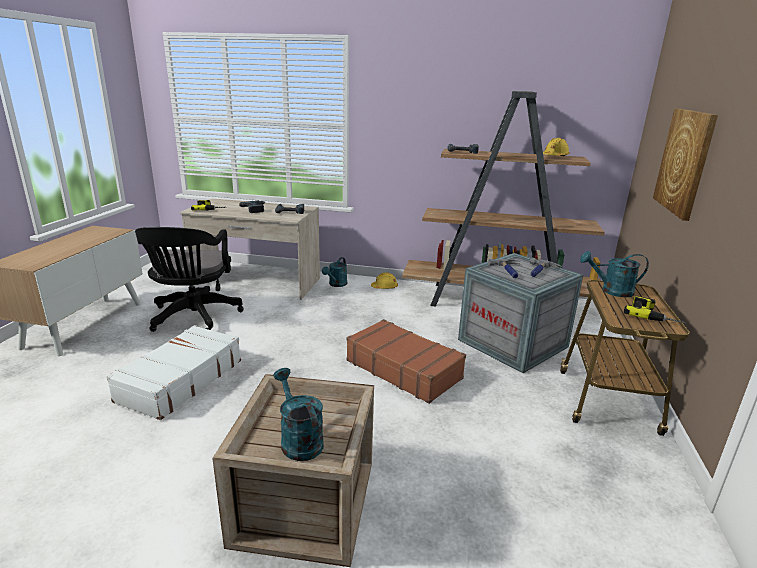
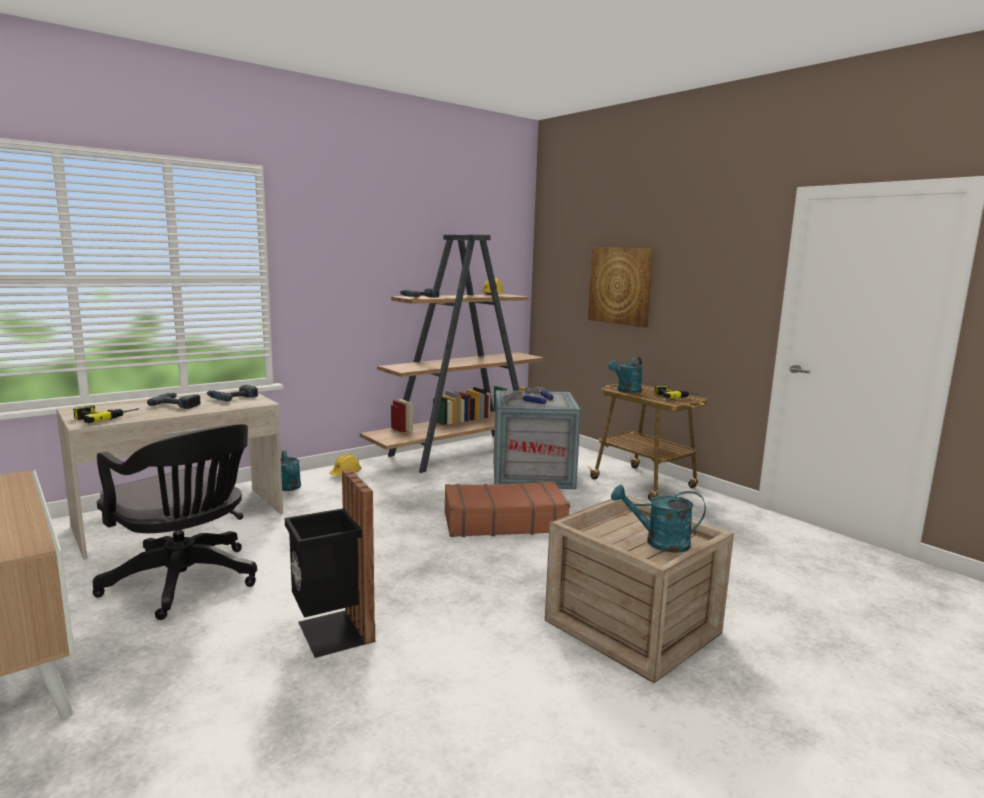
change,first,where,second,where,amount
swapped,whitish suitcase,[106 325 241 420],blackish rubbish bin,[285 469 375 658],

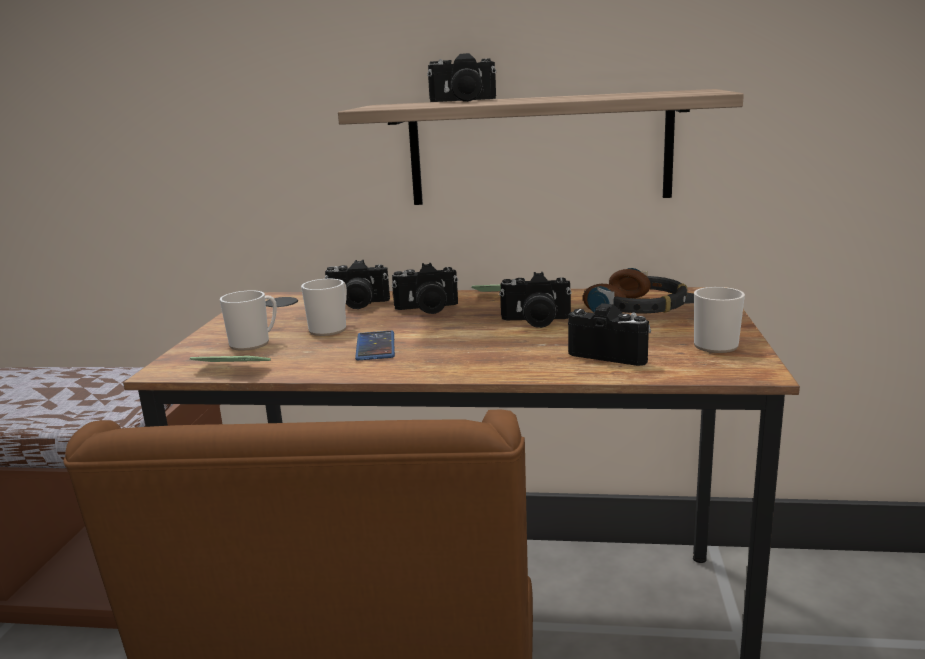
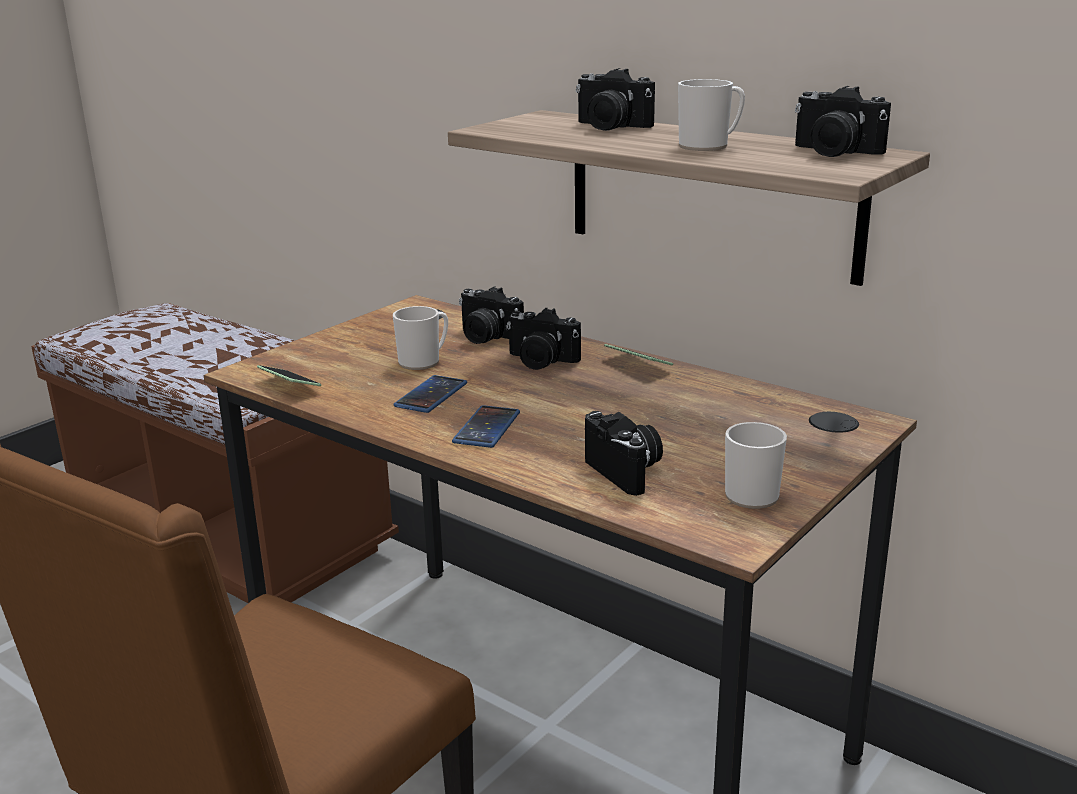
change,first,where,second,where,amount
gone,headphones,[583 268 687 313],,,
shifted,still camera,[499 272 572 328],,[795 86 891 157],
shifted,mug,[220 290 277 351],,[678 79 745 151],
new,,,handset,[452 405 520 448],

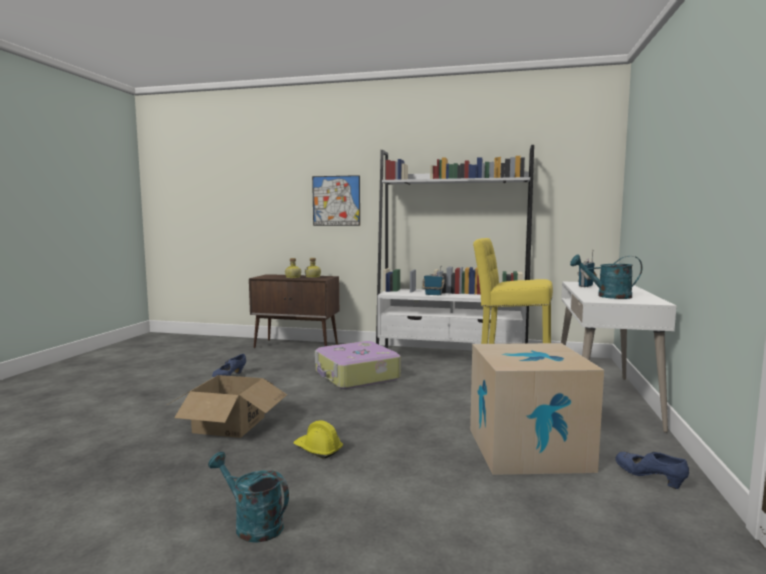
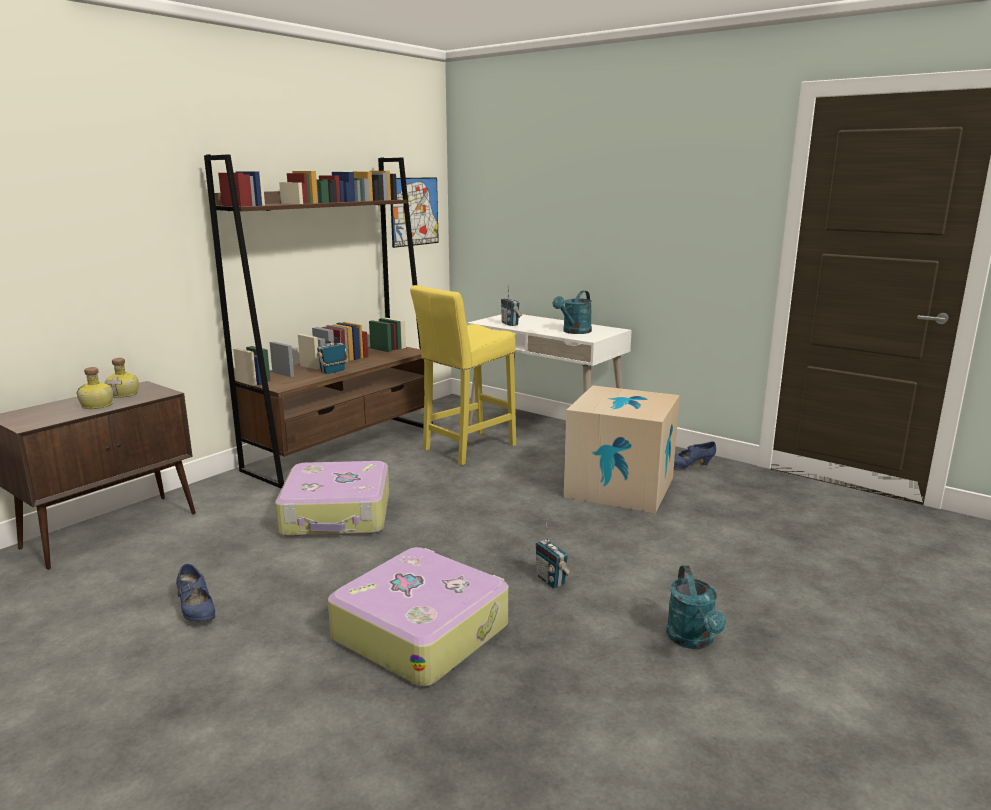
change,first,where,second,where,amount
repainted,whitish shelving unit,[376 145 534 348],brownish shelving unit,[204 154 433 489],
shifted,wall picture,[312 175 360 226],,[391 177 439 248],
swapped,carton,[167 375 287 438],suitcase,[328 547 508 687],
swapped,yellow-coloured work helmet,[293 420 343 459],radio,[536 522 571 588],
rotated,blue-green watering can,[208 452 289 543],,[666 565 726 649],60 degrees counterclockwise

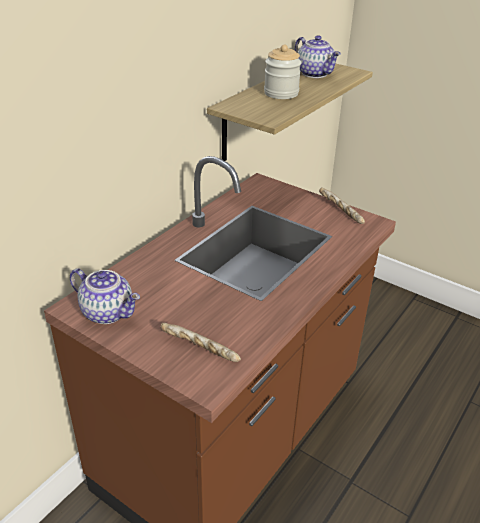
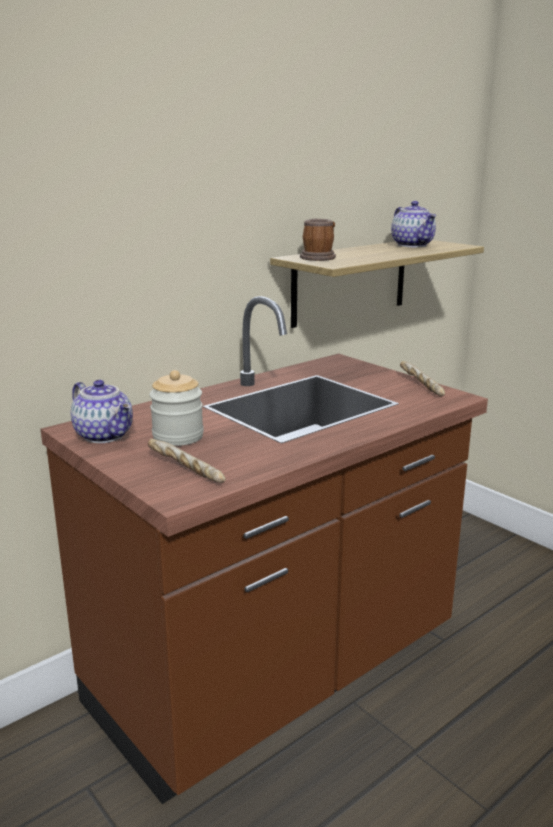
change,first,where,second,where,amount
shifted,jar,[264 45 302 99],,[149 370 204 446],
new,,,mug,[300 218 336 261],

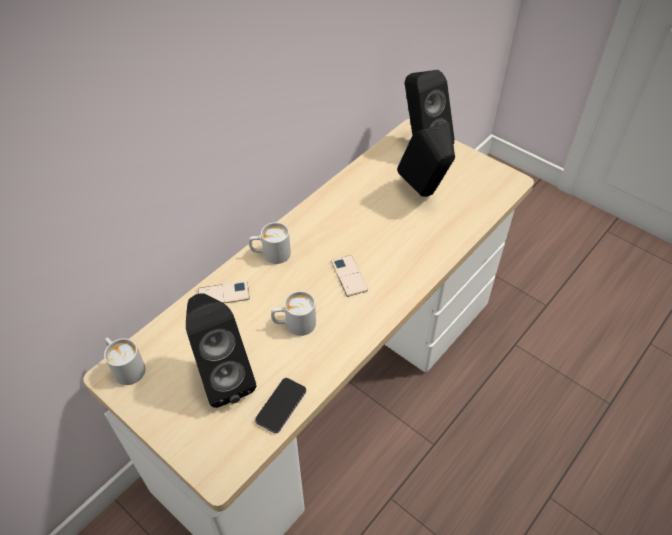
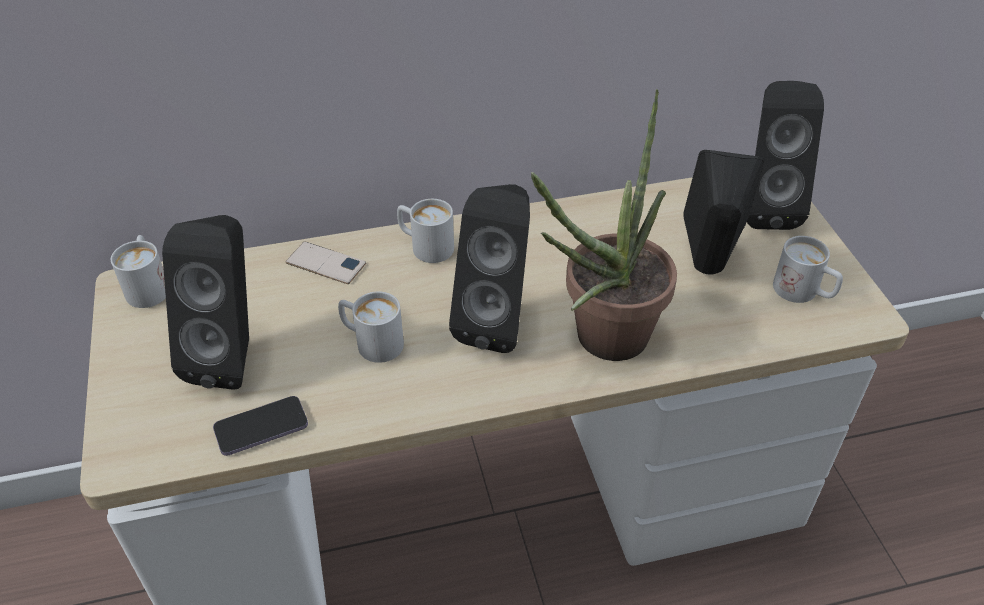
change,first,where,second,where,amount
swapped,handset,[331 255 368 297],blackish loudspeaker,[449 184 530 353],
new,,,houseplant,[531 89 677 361],
new,,,whitish mug,[773 236 843 303],

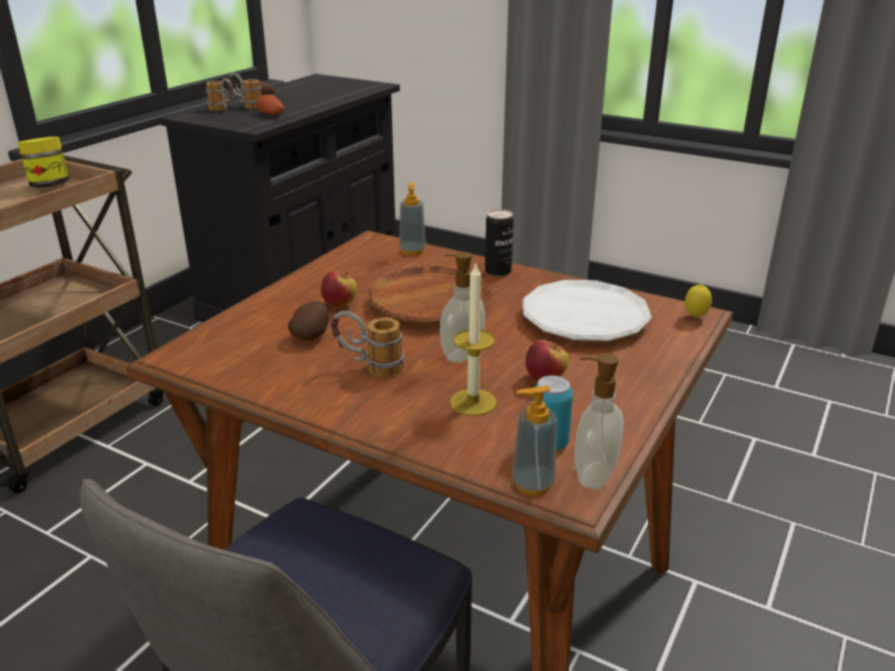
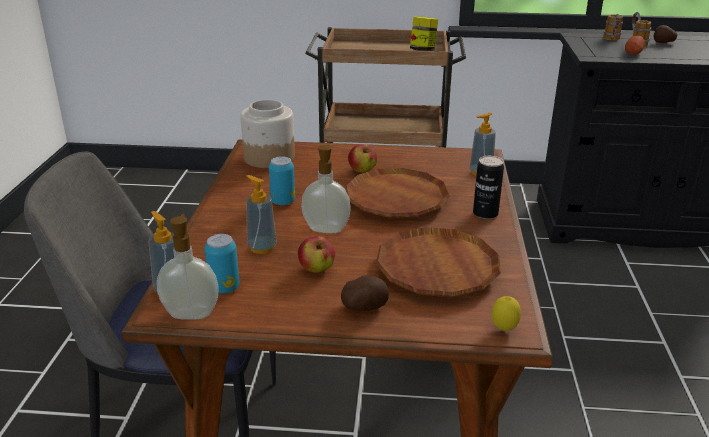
change,first,where,second,where,amount
swapped,wax light,[450 263 497 416],soap dispenser,[246 175 277 254],
repainted,whitish dinner plate,[522 280 652 341],brownish dinner plate,[376 227 501 297],
shifted,whole potato,[288 301 329 340],,[341 275 390 311],
swapped,mug,[331 311 404 377],can,[269 156 295 205],
new,,,jar,[240 100 295 168],

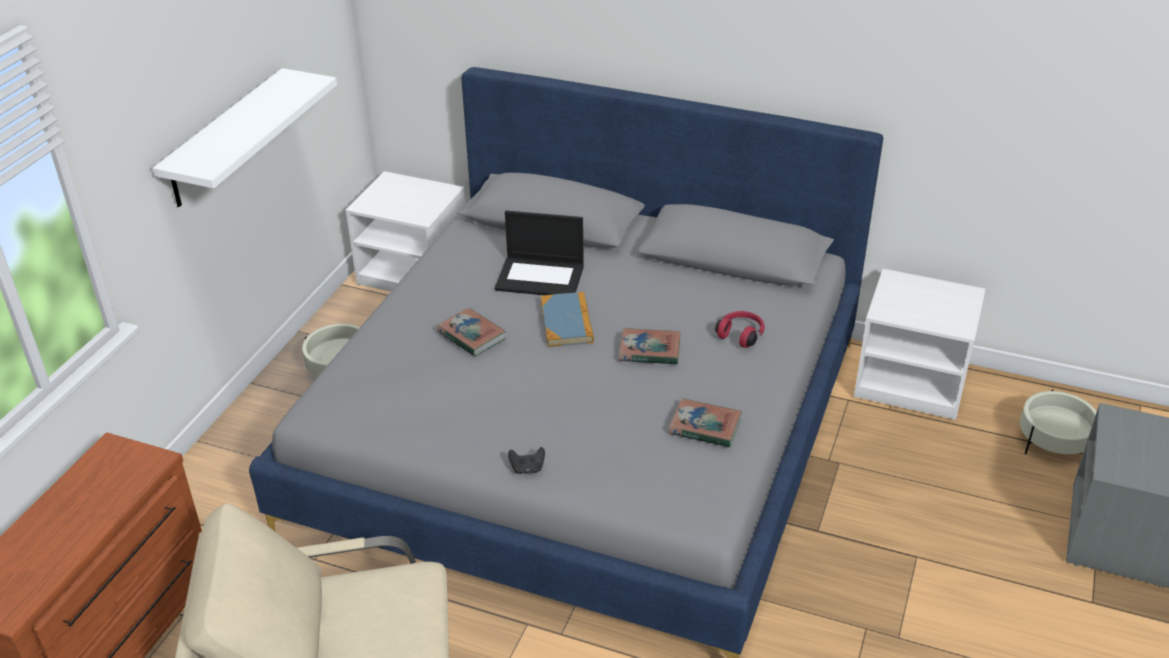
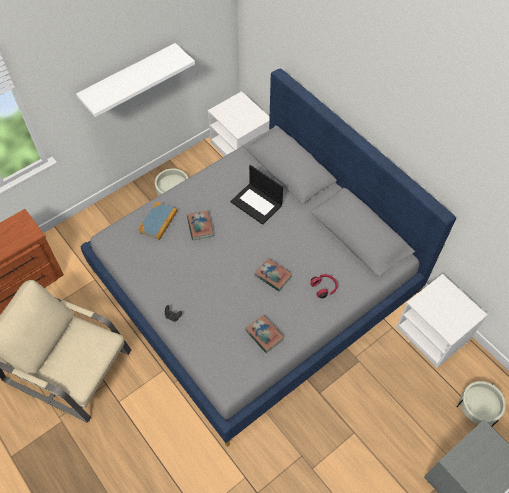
change,first,where,second,where,amount
shifted,bound book,[541 292 594 347],,[138 202 177 240],

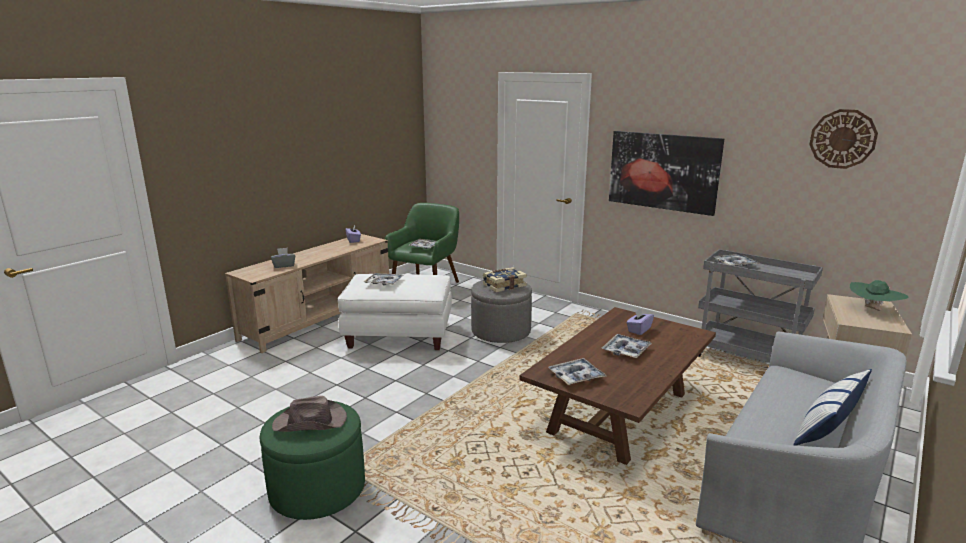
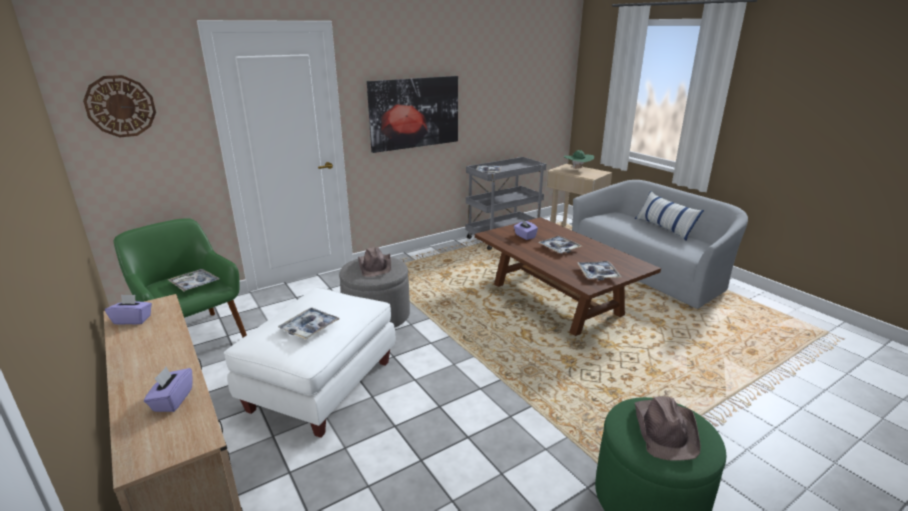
change,first,where,second,where,amount
shifted,clock on the wall,[809 109 878 169],,[83 75 156 137],
repainted,gray tissue holder,[271 248 295 268],purple tissue holder,[144 367 193 412],
swapped,bound book,[483 267 527 292],brownish wearable hat,[358 247 391 277],

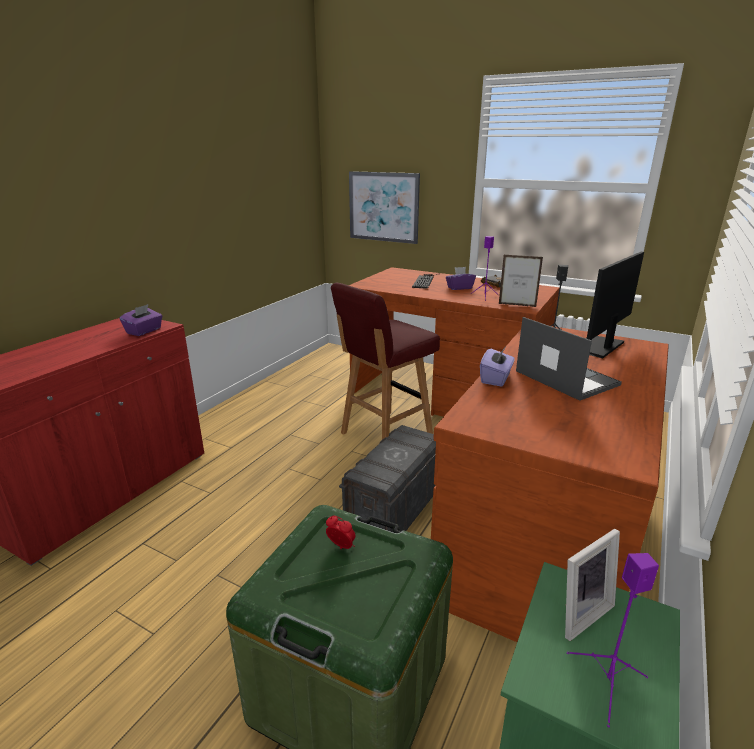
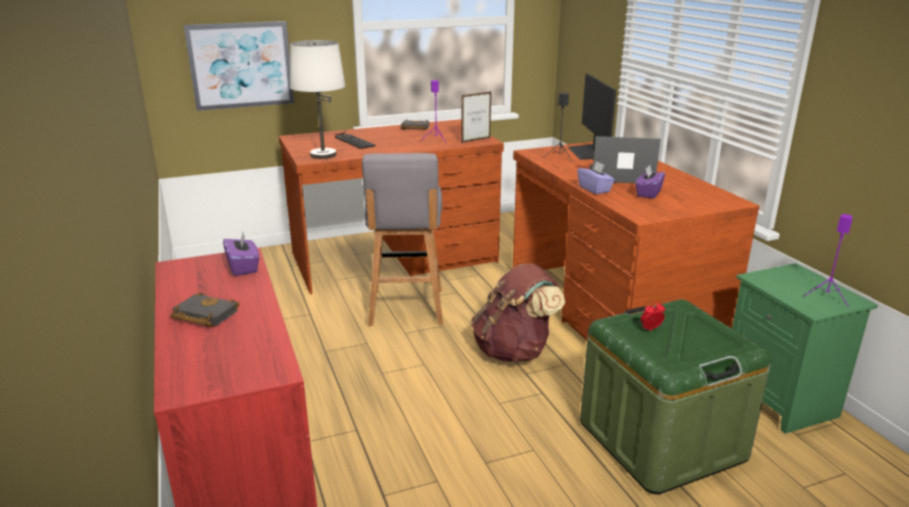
change,first,where,second,where,amount
shifted,purple tissue holder,[446 267 476 290],,[635 165 665 199],
repainted,reddish stool seat,[331 283 440 440],gray stool seat,[362 153 443 326],
swapped,gray storage container,[339 425 436 532],brownish backpack,[471 263 565 362],
gone,photo frame,[565 528 620 641],,,
new,,,whitish table lamp,[290 40 346 159],
new,,,blackish bound book,[170 293 240 327],

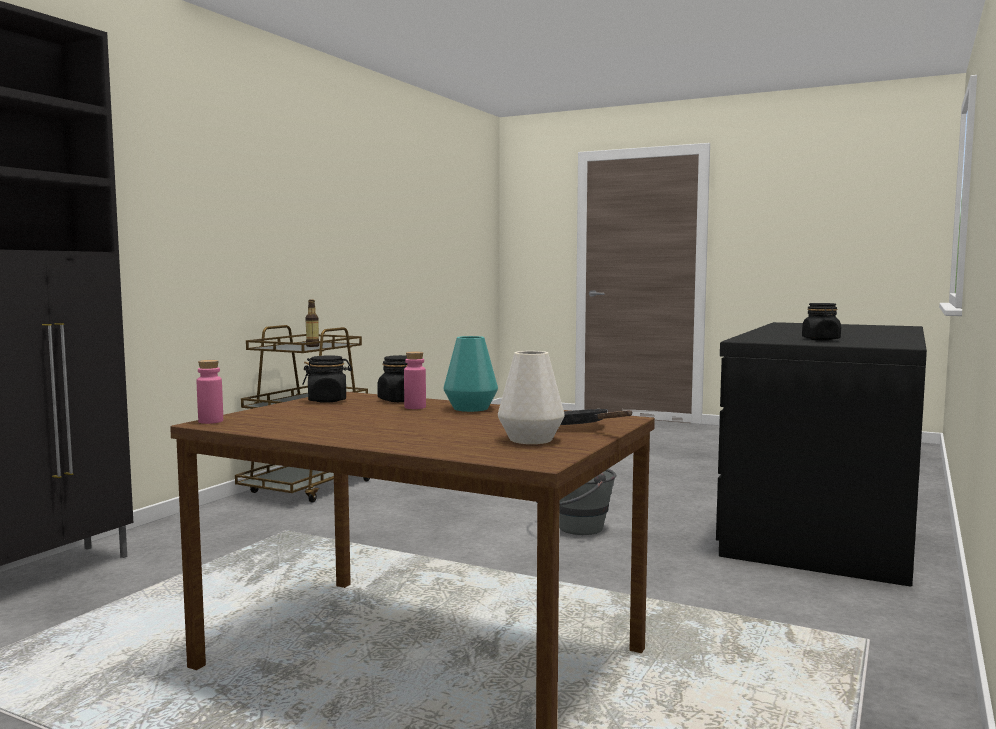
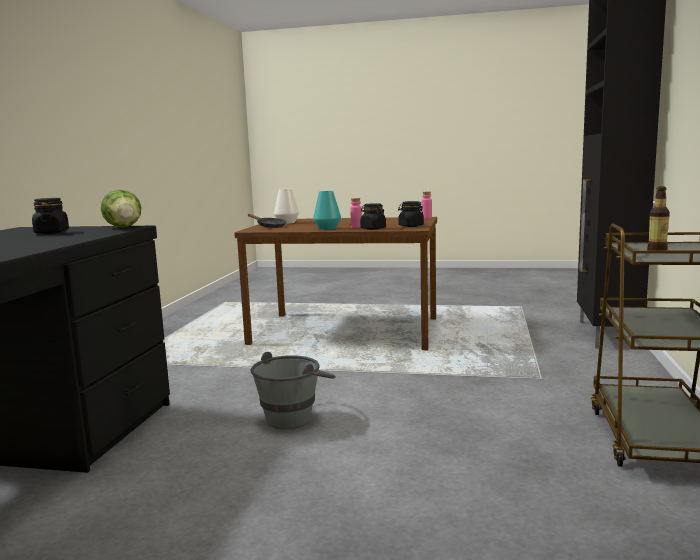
change,first,where,second,where,amount
new,,,lettuce head,[101 190 142 228],

